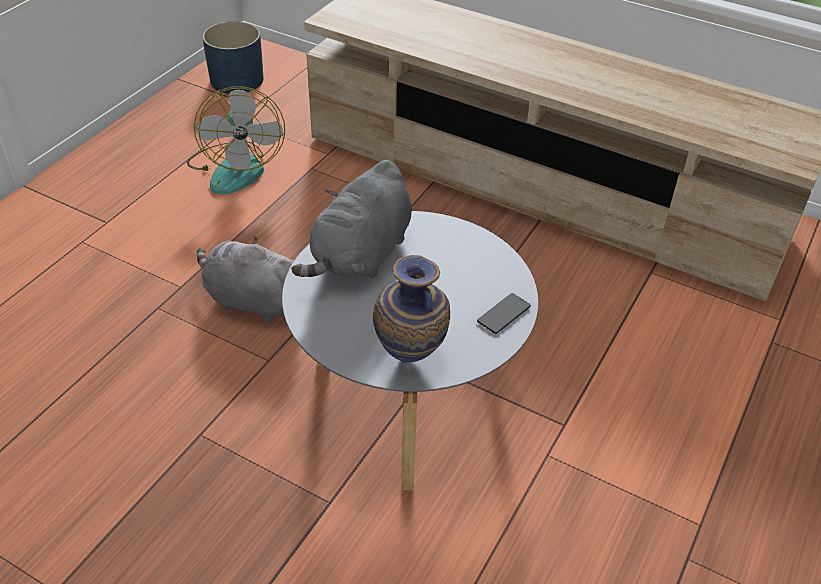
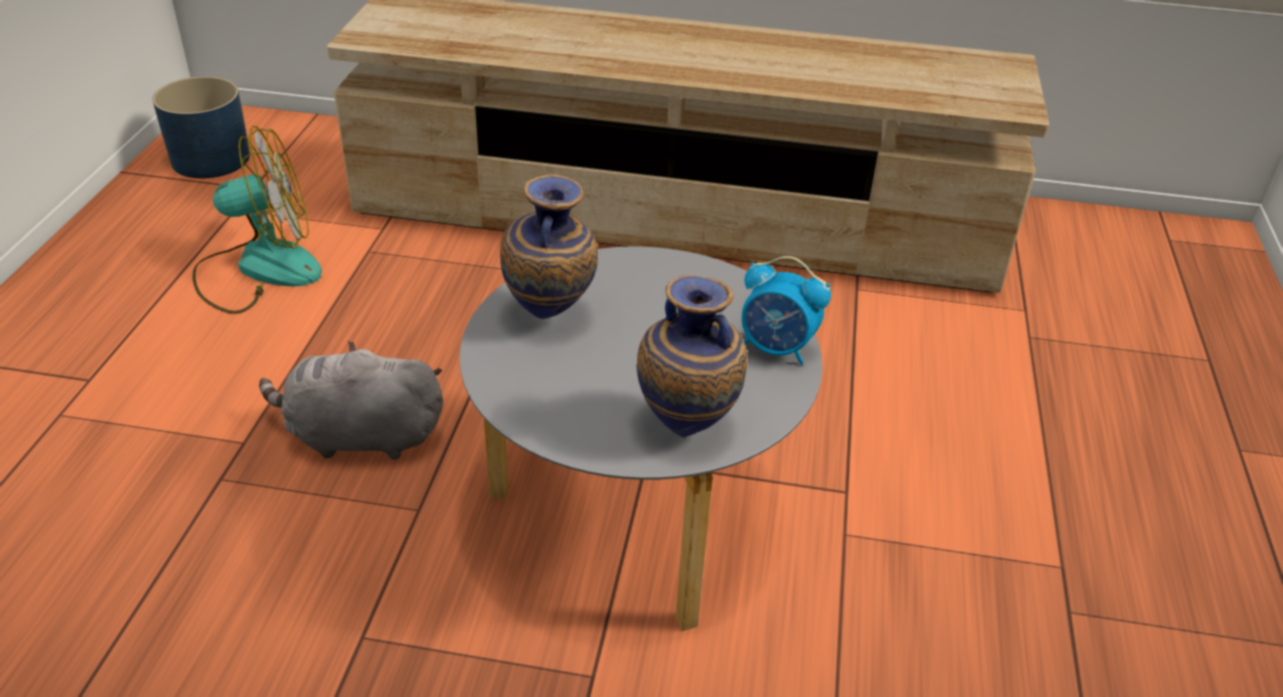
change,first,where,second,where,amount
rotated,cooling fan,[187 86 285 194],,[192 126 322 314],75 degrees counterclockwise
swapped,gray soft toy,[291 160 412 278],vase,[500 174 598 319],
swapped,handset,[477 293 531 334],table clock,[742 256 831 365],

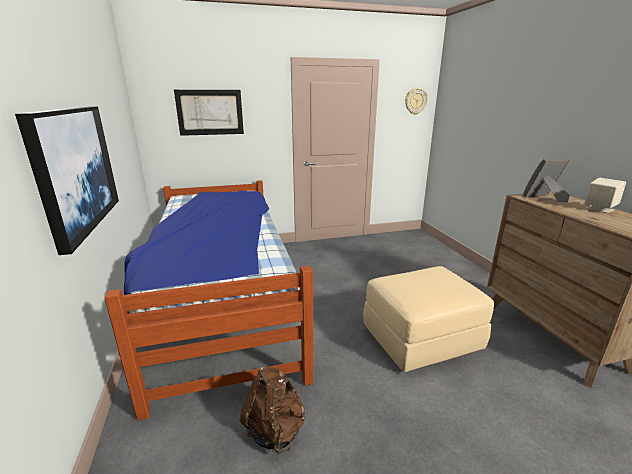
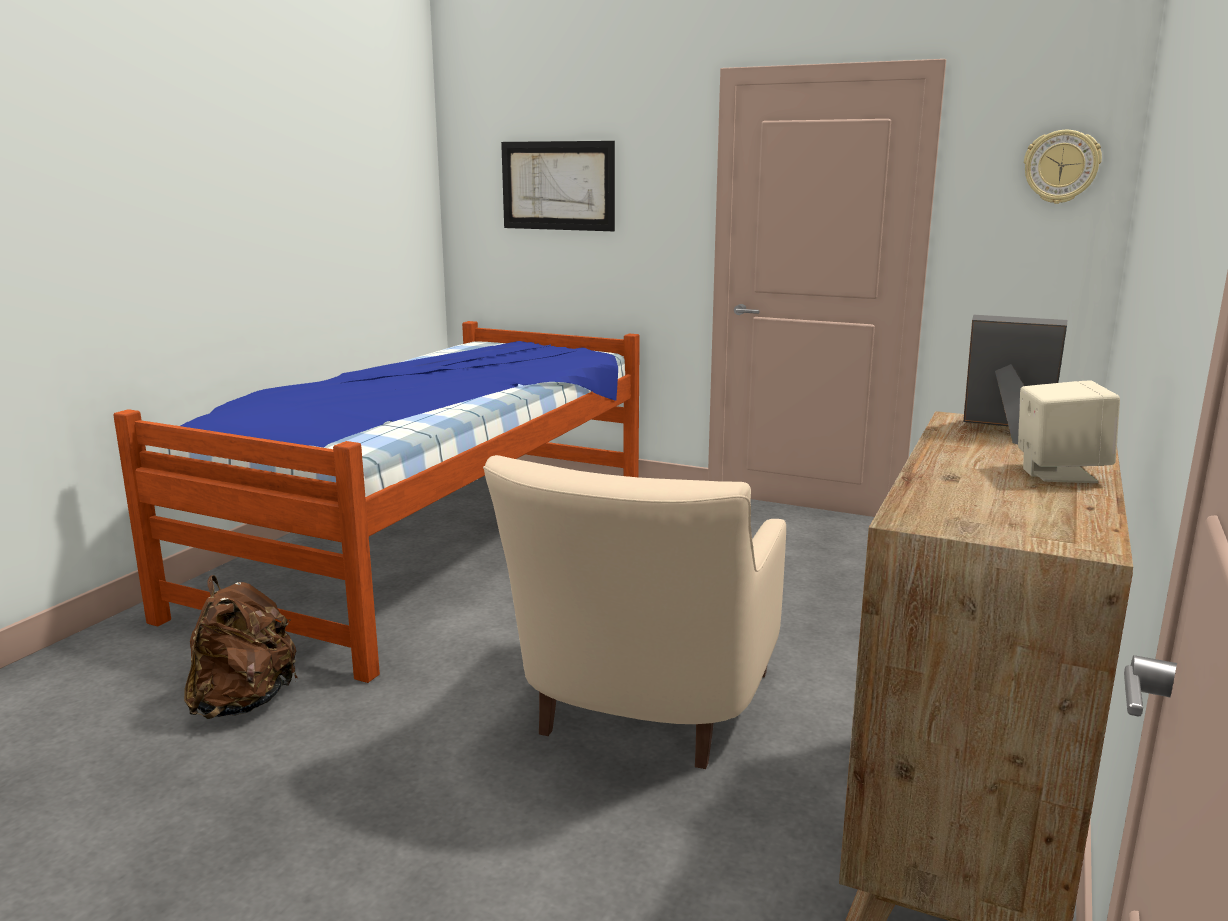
change,first,where,second,where,amount
gone,wall picture,[15 107 119 255],,,
swapped,sand-coloured pouffe,[363 266 494 372],sand-coloured armchair,[483 455 786 769],

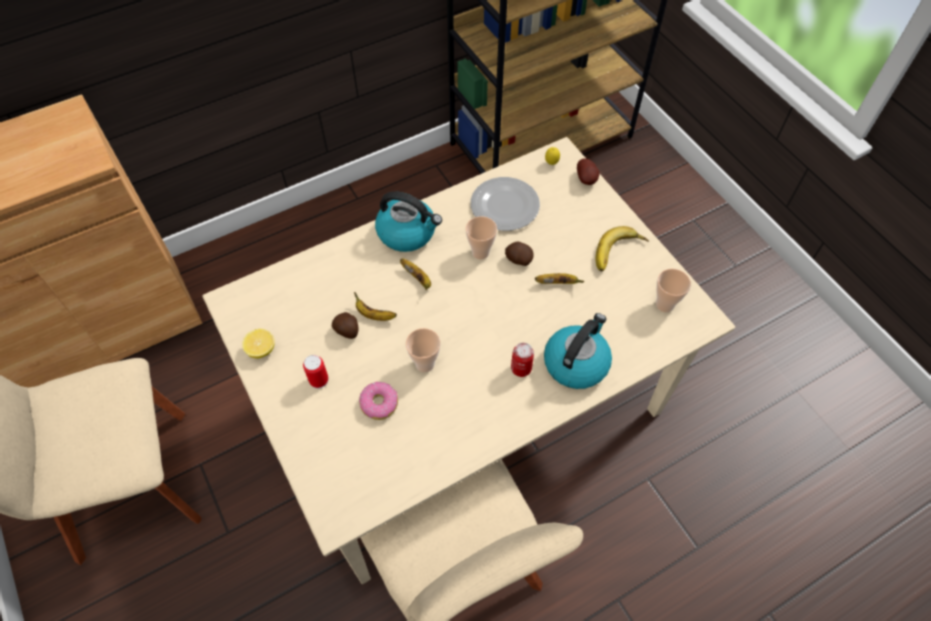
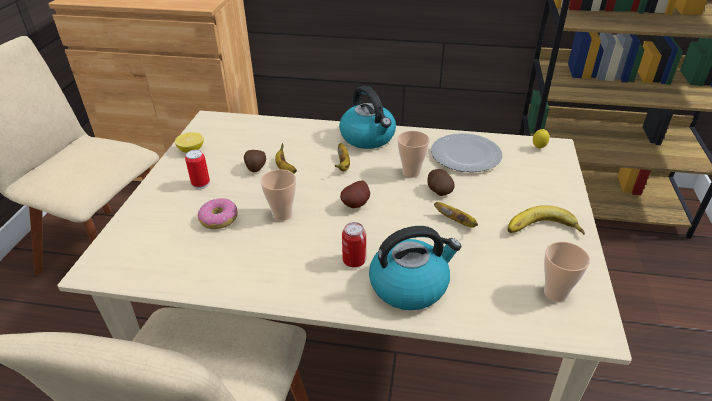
change,first,where,second,where,amount
shifted,whole potato,[577 158 599 185],,[340 181 370 208],

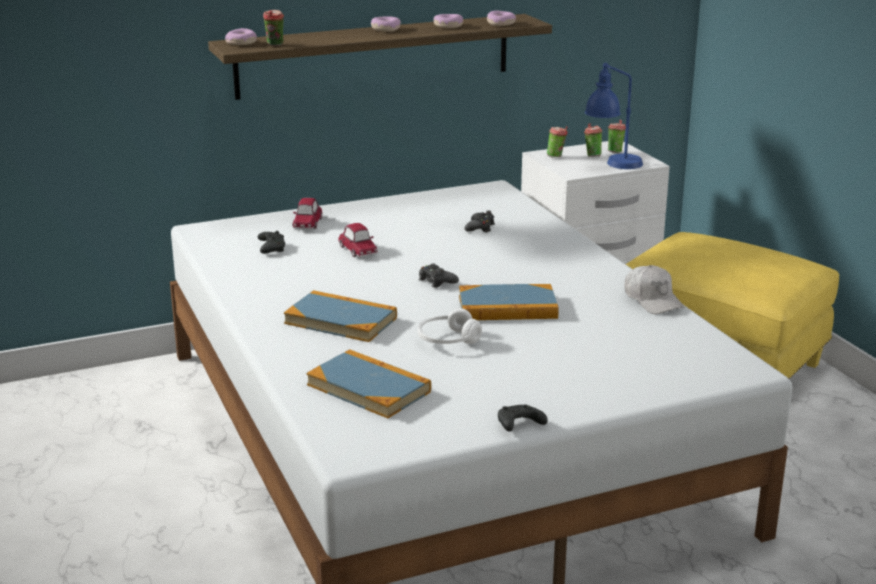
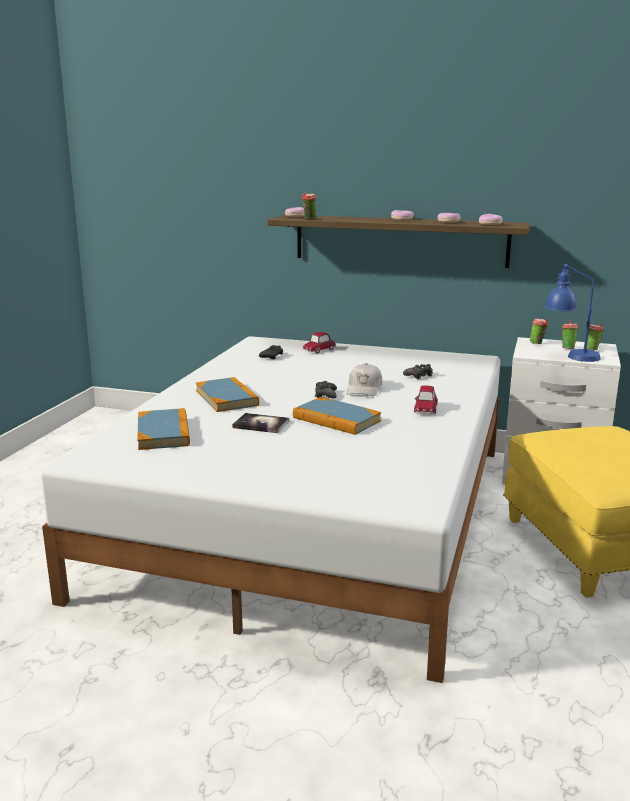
change,first,where,second,where,amount
shifted,miniature car,[338 223 378 257],,[414 385 438 414],
shifted,whitish baseball cap,[625 265 685 314],,[347 363 382 396],
swapped,whitish headphones,[418 308 482 344],bound book,[232 413 289 433],
gone,blackish game controller,[498 404 548 432],,,

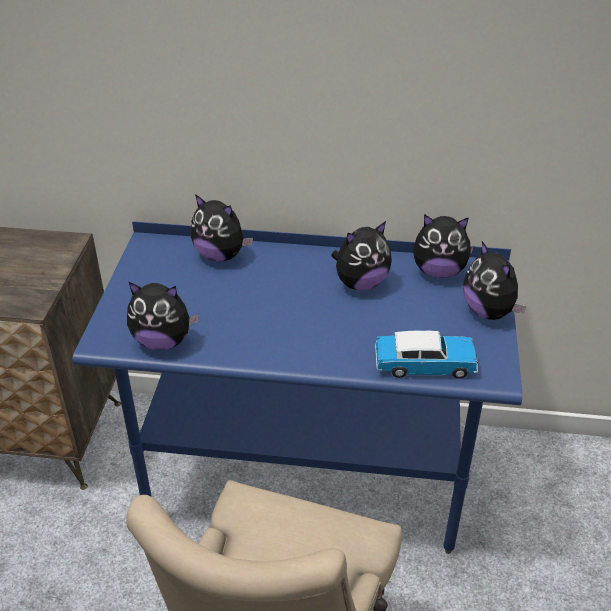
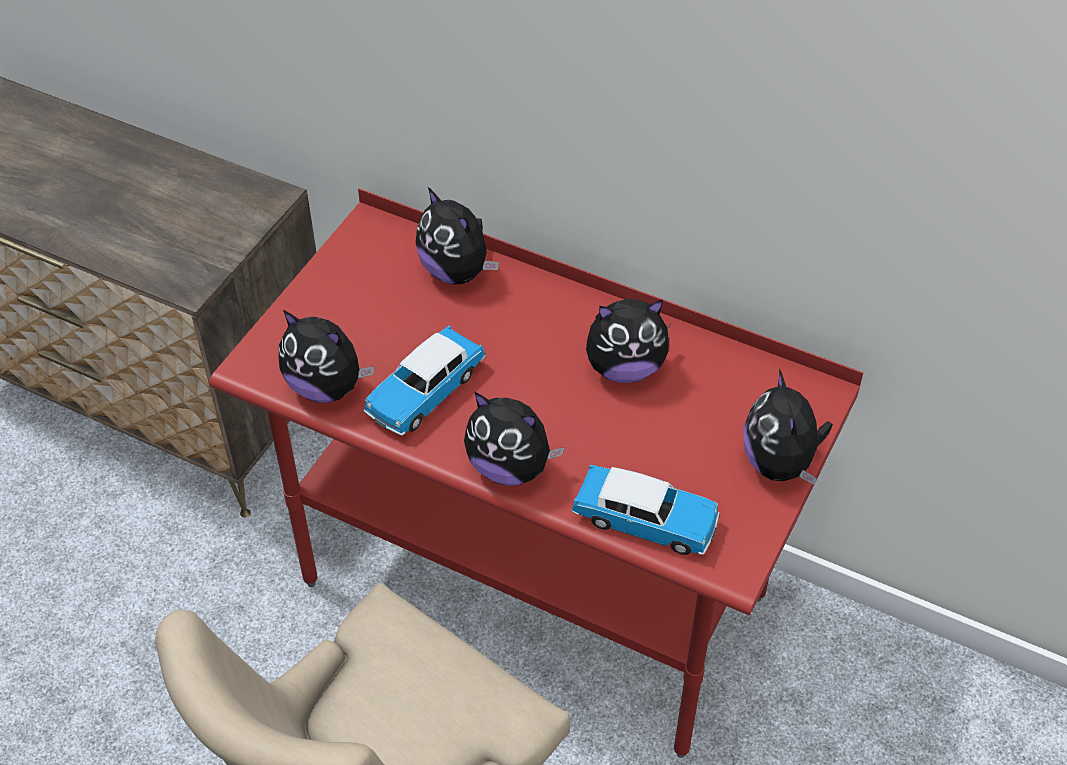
change,first,where,second,where,amount
shifted,soft toy,[413 214 474 278],,[464 392 565 486],
repainted,blue desk,[72 221 522 554],reddish desk,[209 188 863 758],
new,,,miniature car,[364 326 486 436],

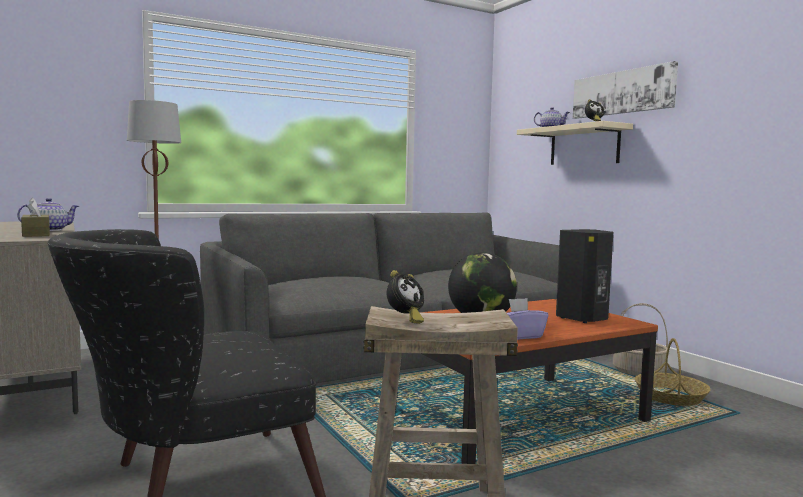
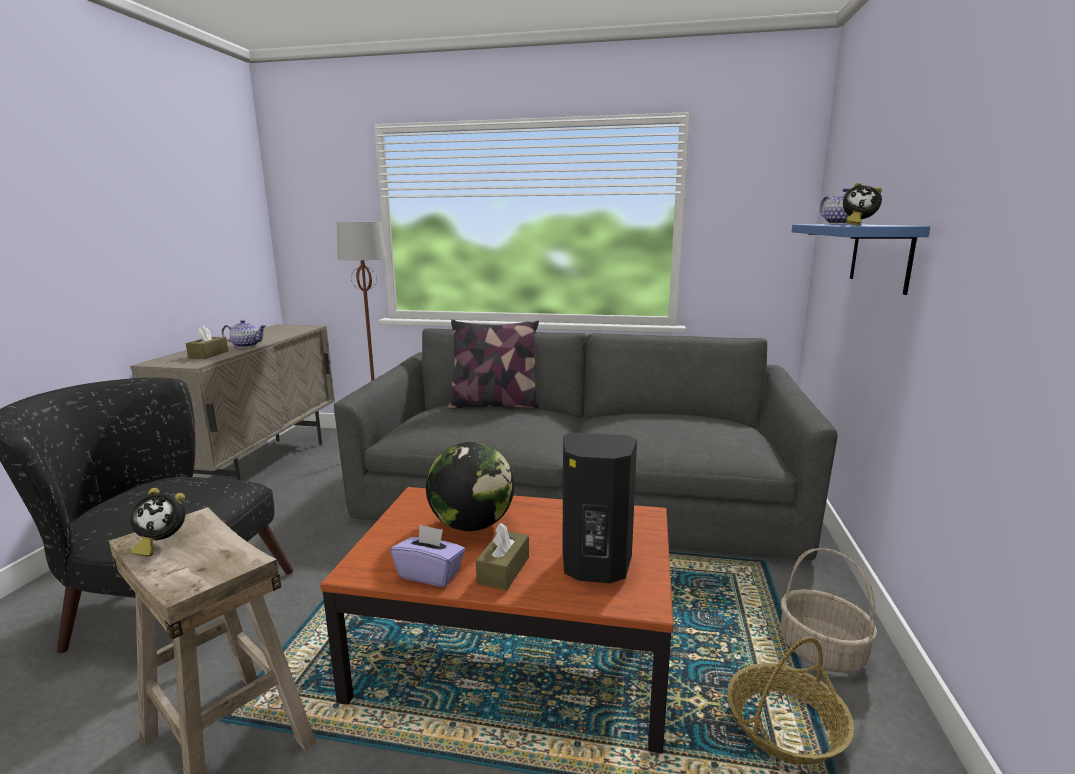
change,first,where,second,where,amount
gone,wall picture,[573 61 678 119],,,
repainted,sand-coloured bracket shelf,[517 121 633 165],blue bracket shelf,[792 224 930 295],
new,,,cushion,[448 320 539 409],
new,,,brownish tissue holder,[476 523 529 591],

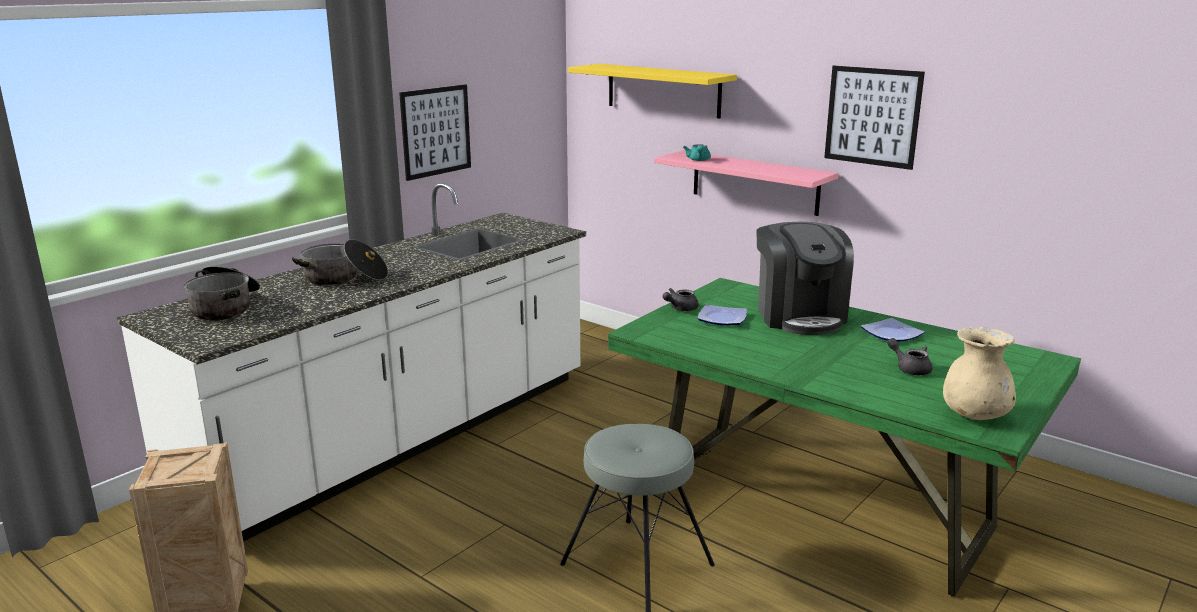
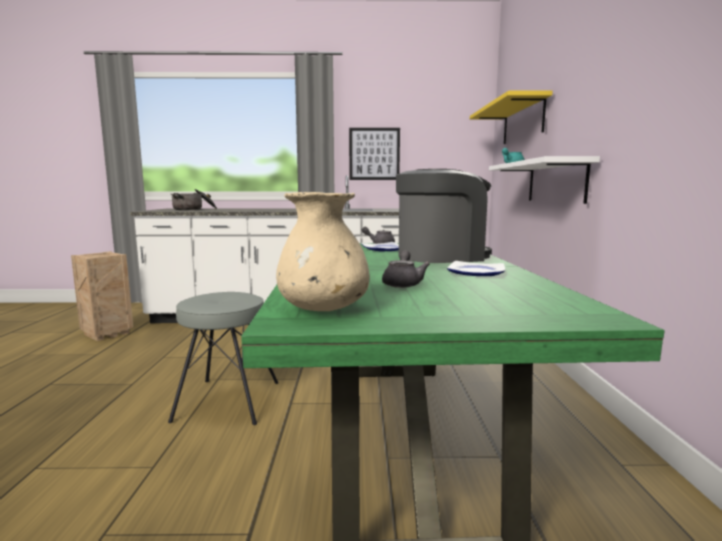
change,first,where,second,where,amount
gone,wall picture,[824 66 925 170],,,
repainted,pink-coloured bracket shelf,[654 151 839 216],whitish bracket shelf,[489 156 600 204],
rotated,coffee machine,[757 222 854 335],,[396 169 492 263],150 degrees counterclockwise
gone,cooking pot,[292 239 388 286],,,

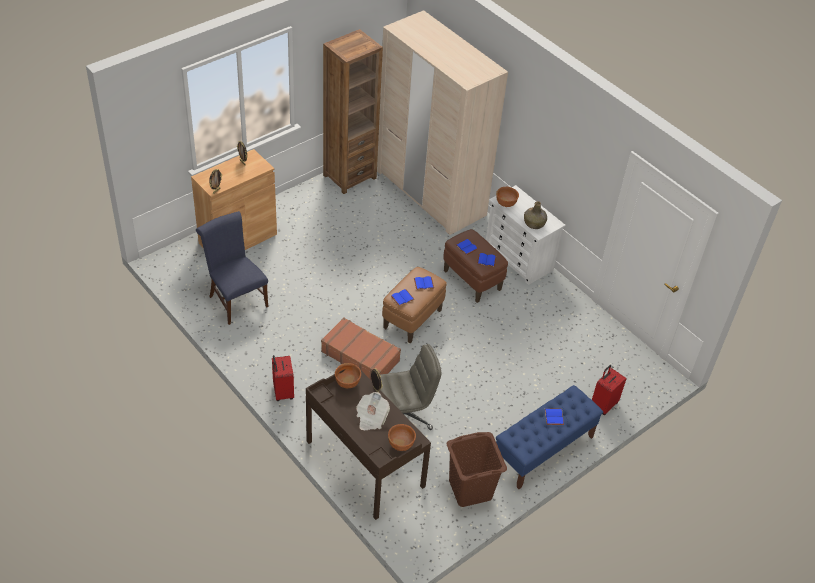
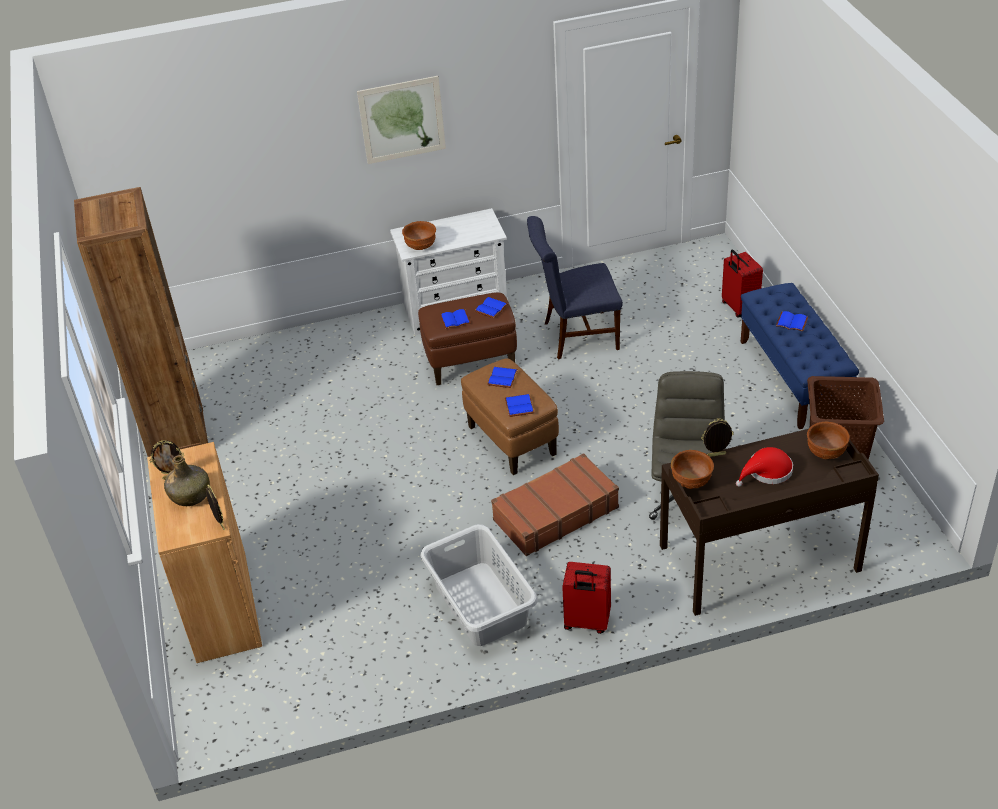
change,first,where,second,where,amount
gone,sand-coloured armoire,[377 10 508 235],,,
shifted,green drink bottle,[524 201 547 229],,[164 455 210 506],
shifted,blue upright chair,[196 211 268 325],,[527 216 623 359],
swapped,newspaper,[356 392 390 430],reddish wearable hat,[736 447 793 487],
new,,,wall picture,[357 76 446 164],
new,,,gray washing basket,[420 524 538 646],

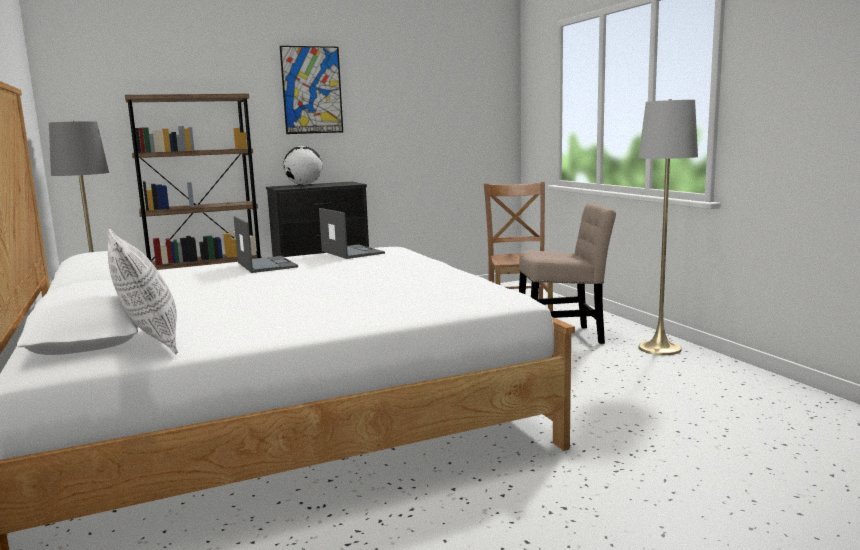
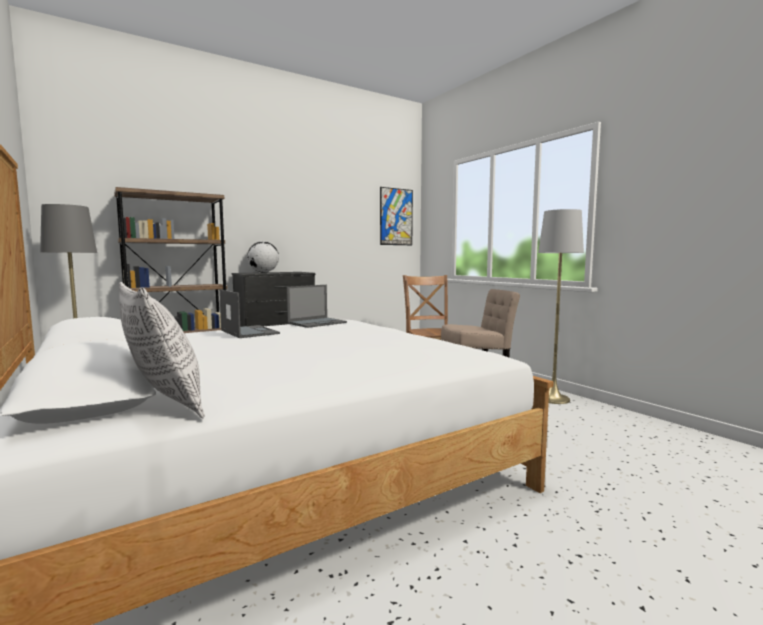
change,first,where,second,where,amount
shifted,wall picture,[280 46 343 134],,[380 187 413 245],
rotated,portable computer,[319 208 385 259],,[287 285 347 328],90 degrees clockwise

